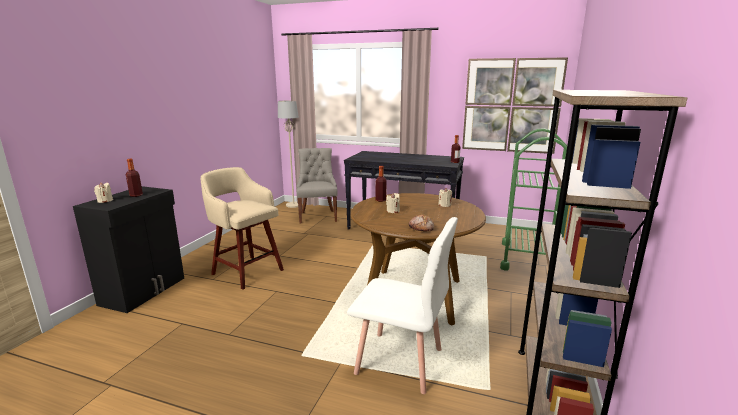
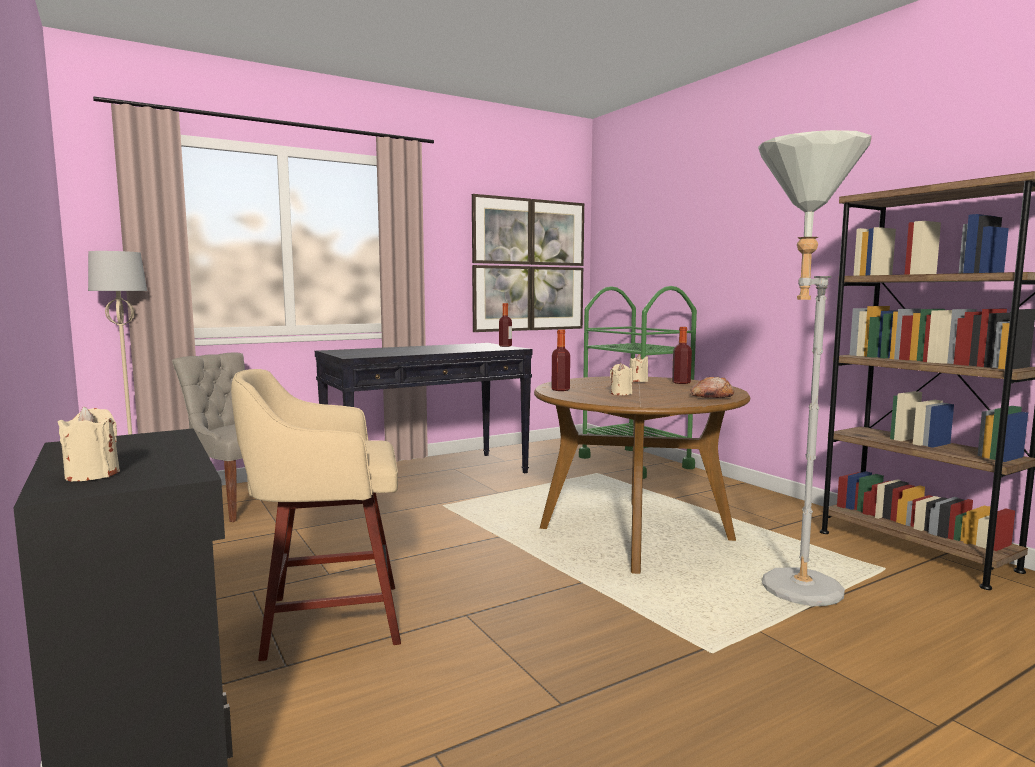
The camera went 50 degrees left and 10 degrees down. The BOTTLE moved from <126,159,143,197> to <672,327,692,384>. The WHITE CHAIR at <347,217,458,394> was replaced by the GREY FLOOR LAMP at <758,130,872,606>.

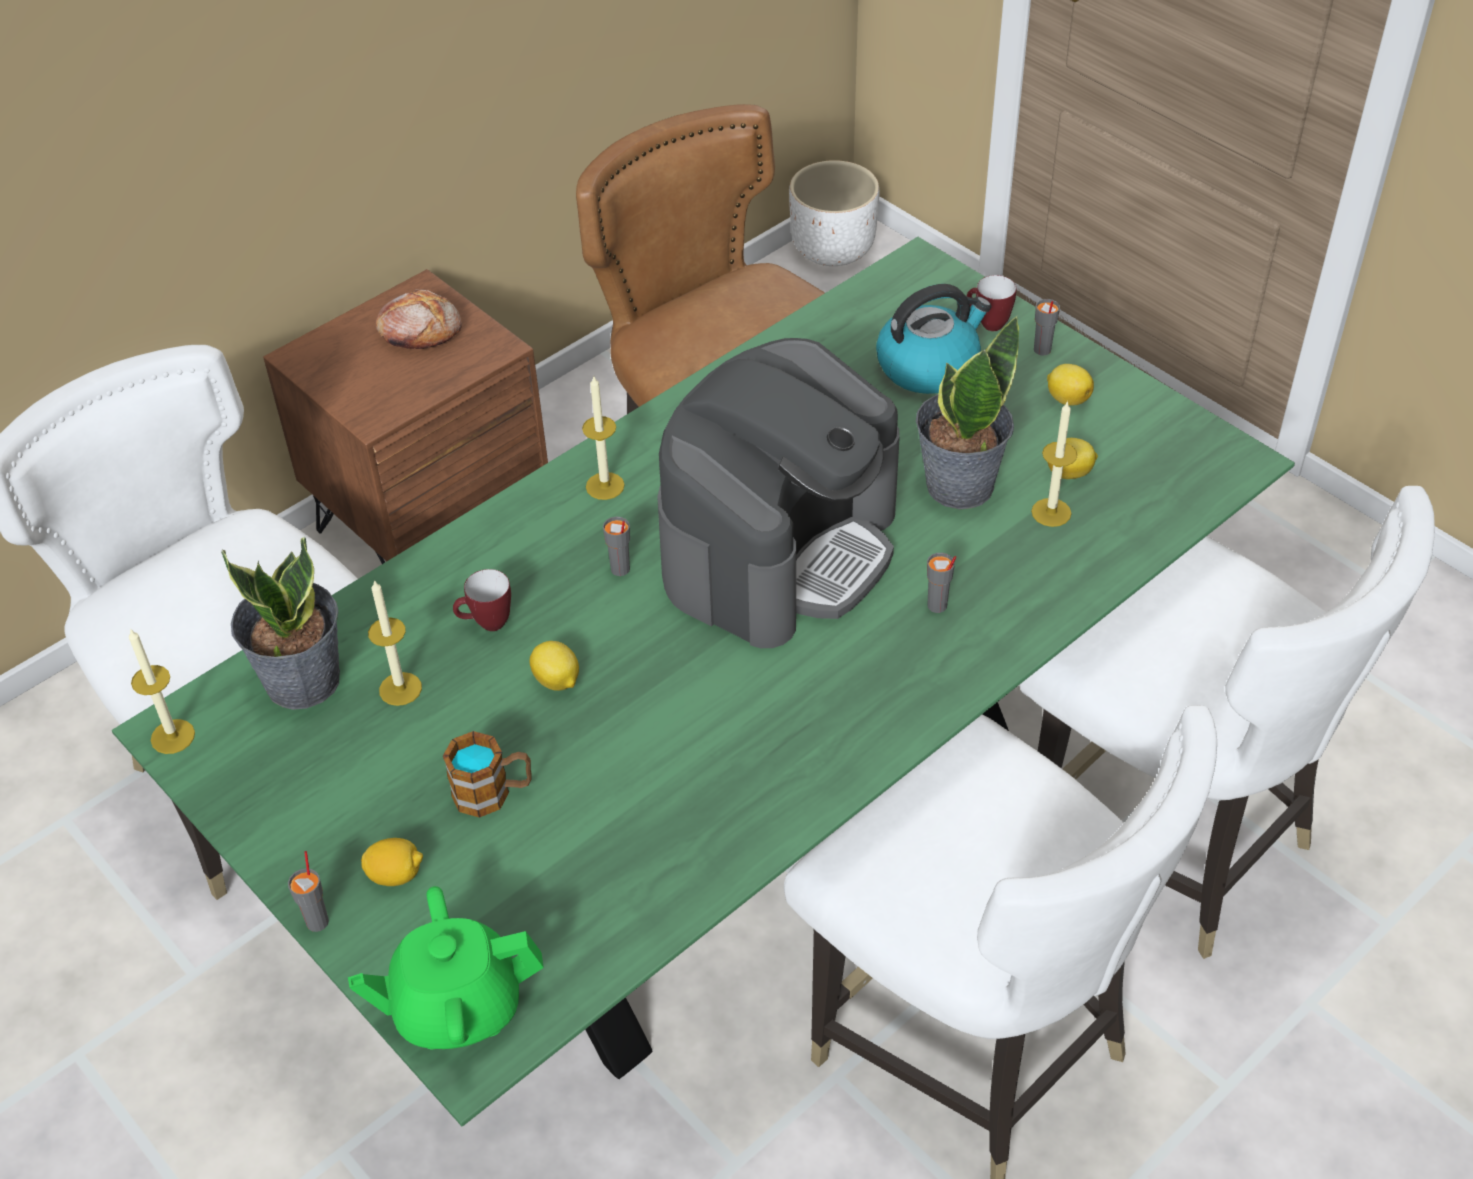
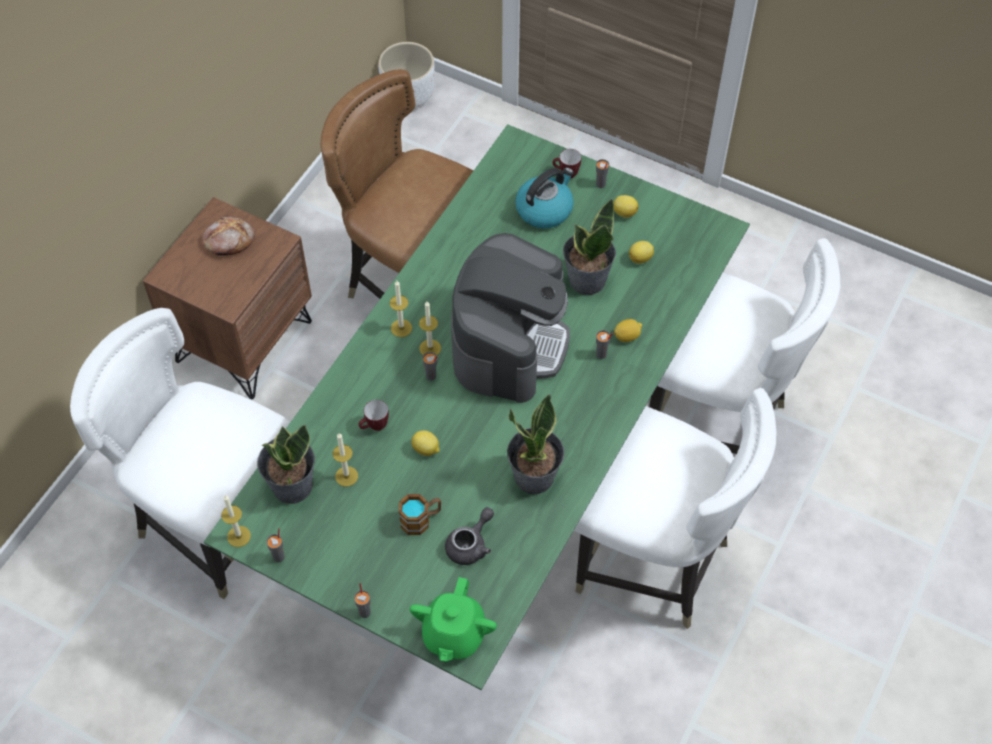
The camera went 20 degrees left and 10 degrees up. The GREEN TEAPOT at <348,886,544,1049> turned 45 degrees counterclockwise. The LEMON moved from <361,838,423,886> to <614,319,642,342>. The CANDLE moved from <1031,401,1077,527> to <419,302,441,355>. The GREY CUP at <266,528,285,562> appeared. The GREY TEAPOT at <445,507,494,565> appeared. The POTTED PLANT at <507,394,564,494> appeared.

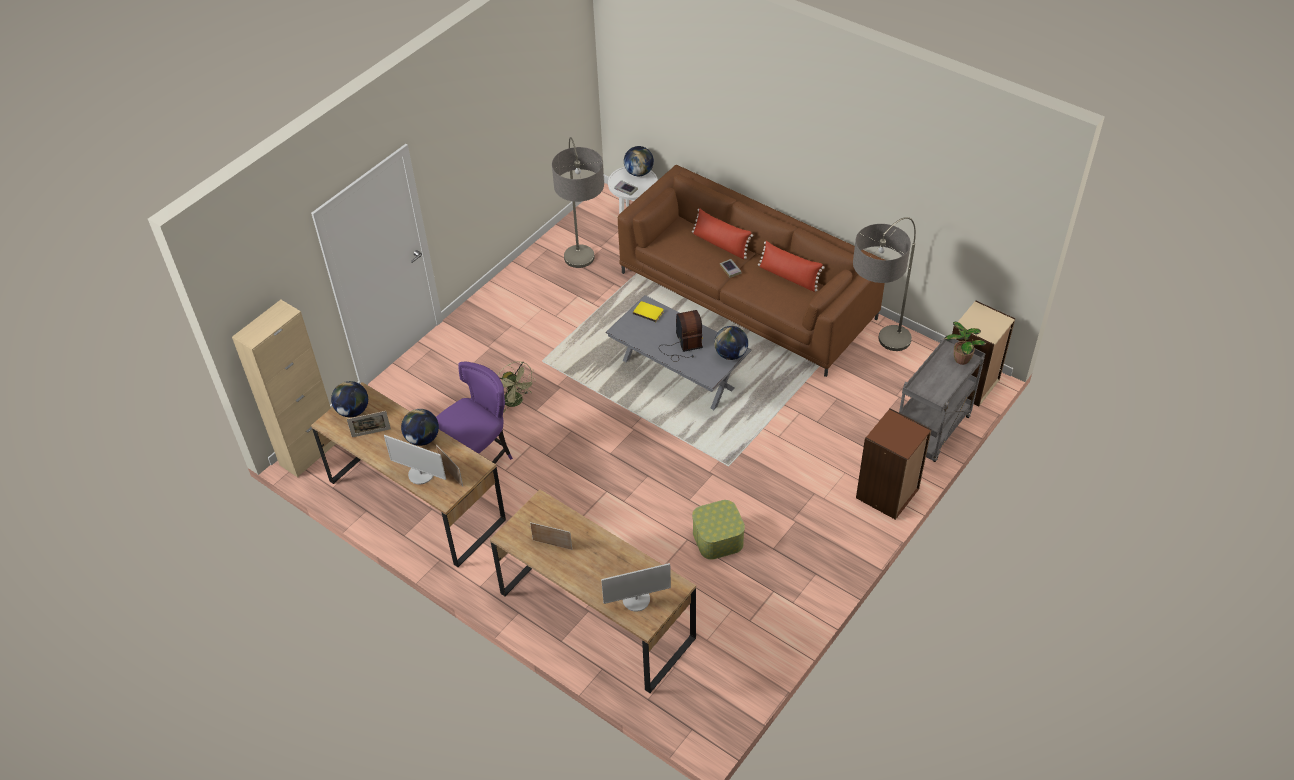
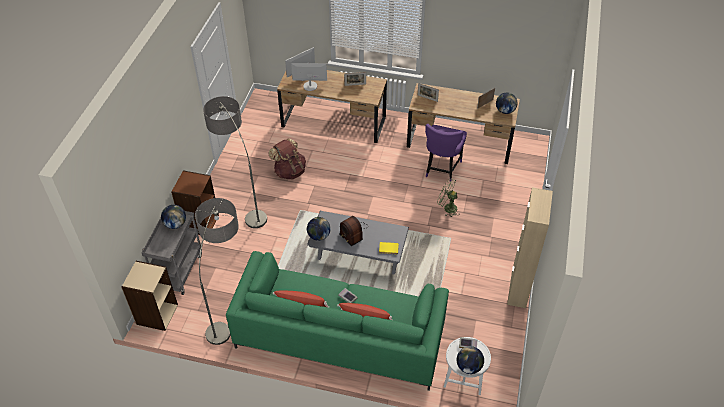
The camera went 155 degrees right and 0 degrees up. The BEIGE CABINET moved from <232,300,336,477> to <507,188,553,308>. The MONITOR moved from <384,435,446,485> to <291,63,327,91>. The GLOBE moved from <401,409,439,446> to <161,205,186,229>. The FLOOR LAMP moved from <552,137,604,268> to <203,96,267,228>. The BROWN SOFA at <618,165,885,377> became the GREEN SOFA at <226,251,449,391>. The STORAGE BOX at <692,500,745,560> was replaced by the BROWN BACKPACK at <269,138,306,180>. The POTTED PLANT at <945,321,987,365> disappeared.

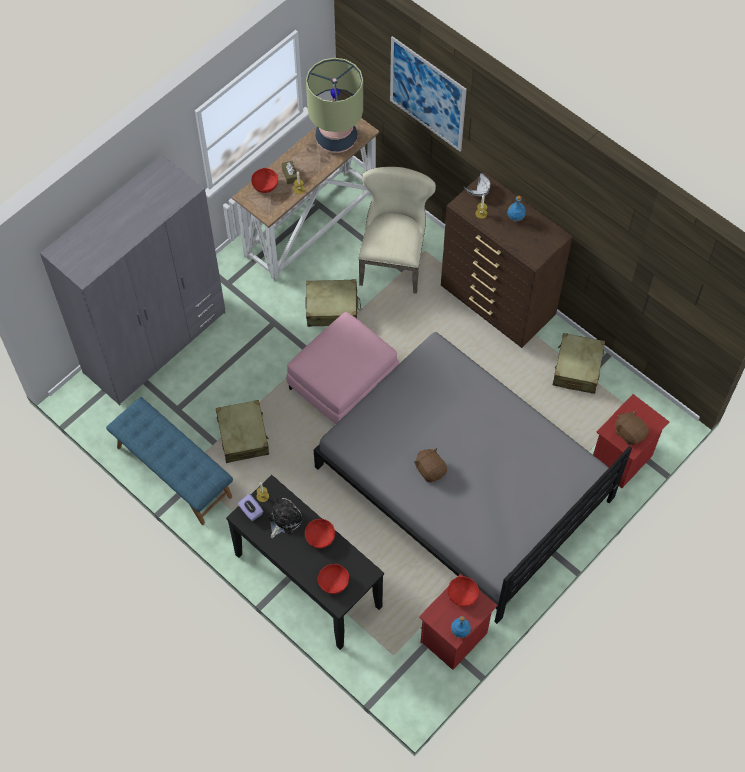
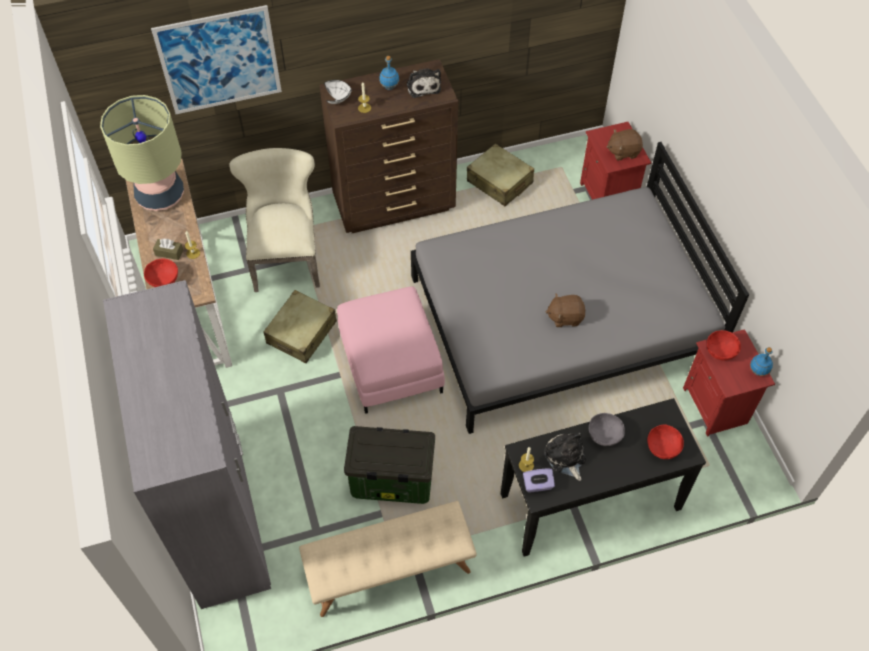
The camera went 60 degrees left and 5 degrees down. The BLUE BENCH at <106,397,233,525> became the BEIGE BENCH at <299,501,477,617>. The BEIGE SUITCASE at <216,400,269,463> was replaced by the STORAGE BOX at <344,426,435,504>. The RED BOWL at <305,519,335,548> became the GREY BOWL at <589,413,625,446>. The BEIGE CHAIR at <359,167,436,294> turned 45 degrees clockwise. The PLUSH TOY at <407,68,441,98> appeared.

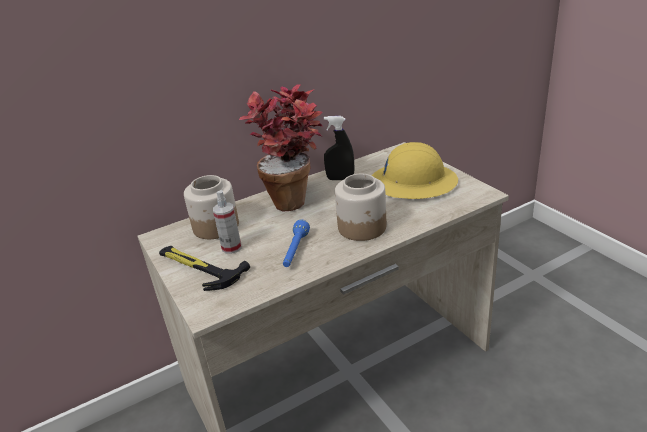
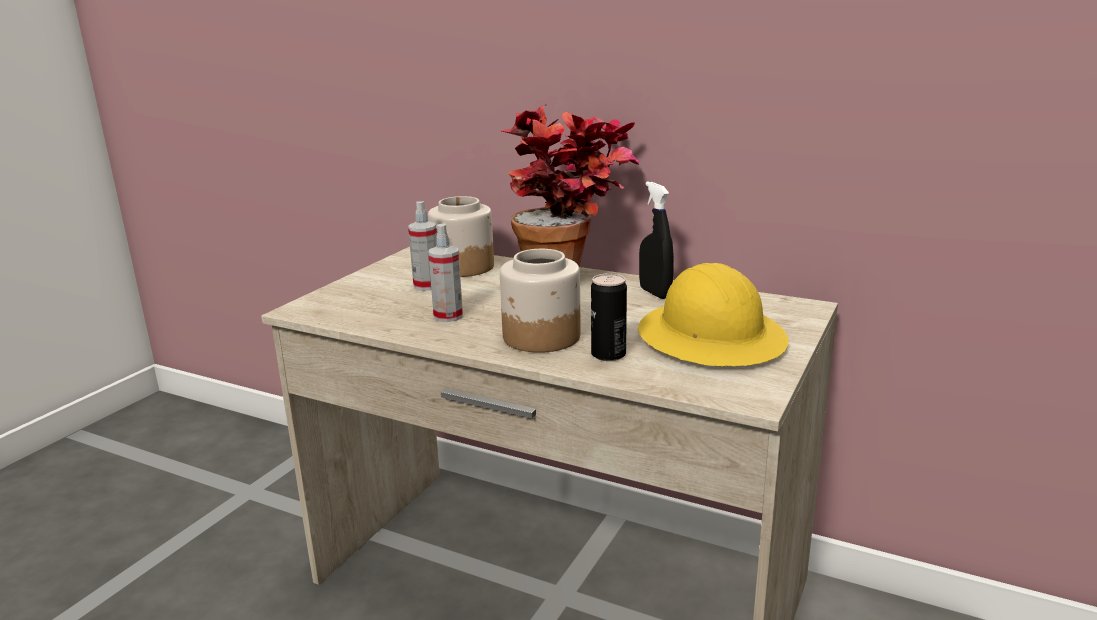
The camera went 55 degrees right and 10 degrees down. The HAMMER at <159,246,250,291> disappeared. The BLUE FLASHLIGHT at <283,220,310,267> was replaced by the SPRAY BOTTLE at <428,223,463,322>. The CAN at <591,273,627,361> appeared.

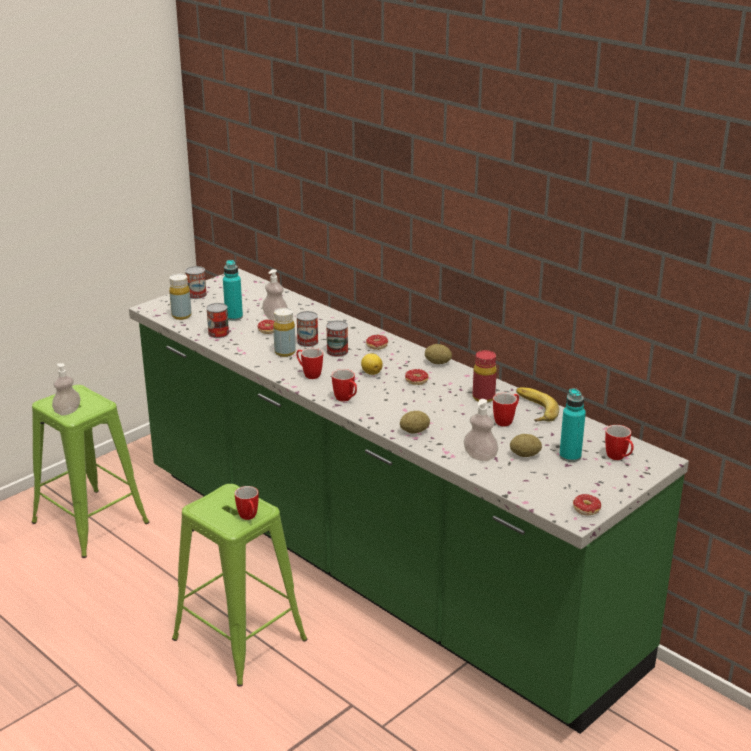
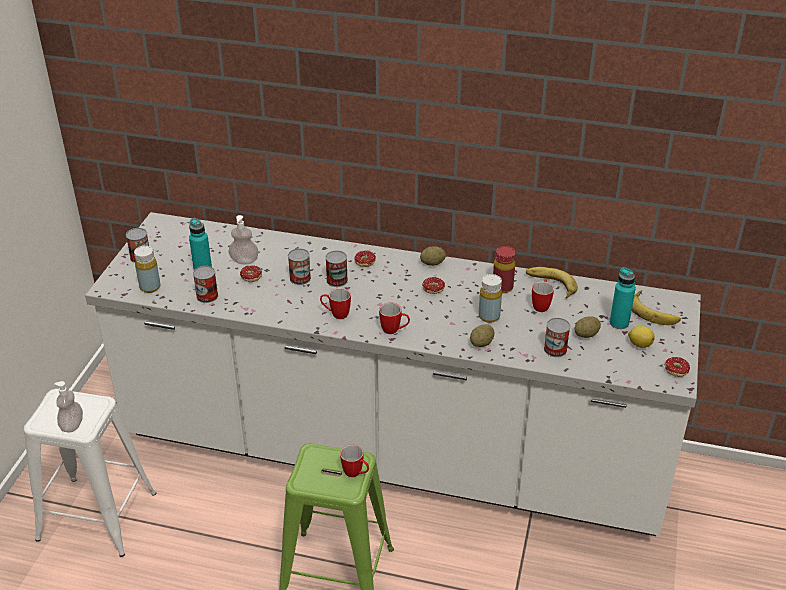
The camera went 30 degrees left and 10 degrees up. The GREEN STOOL at <32,385,149,558> became the WHITE STOOL at <24,389,156,557>. The GREEN COUNTER at <129,268,689,734> became the WHITE COUNTER at <85,212,701,536>. The YELLOW BOTTLE moved from <273,308,296,357> to <478,274,502,323>. The LEMON moved from <361,353,383,375> to <628,326,655,348>. The SOAP DISPENSER at <464,399,498,461> was replaced by the CAN at <544,318,570,357>. The MUG at <605,425,634,460> was replaced by the BANANA at <632,290,681,325>.

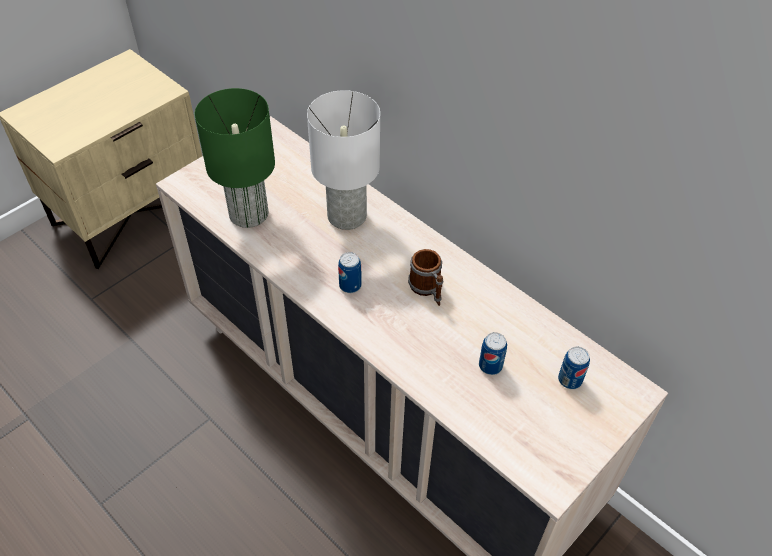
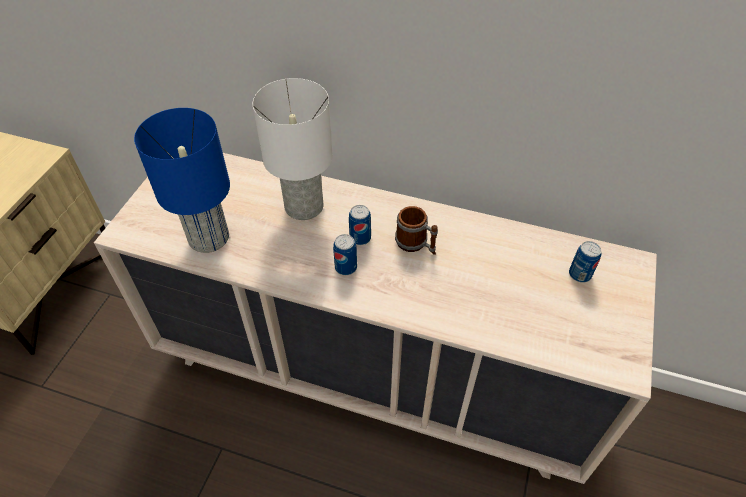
The camera went 25 degrees left and 0 degrees up. The GREEN TABLE LAMP at <195,88,275,228> became the BLUE TABLE LAMP at <134,108,230,253>. The CAN moved from <479,332,507,375> to <349,205,371,245>.

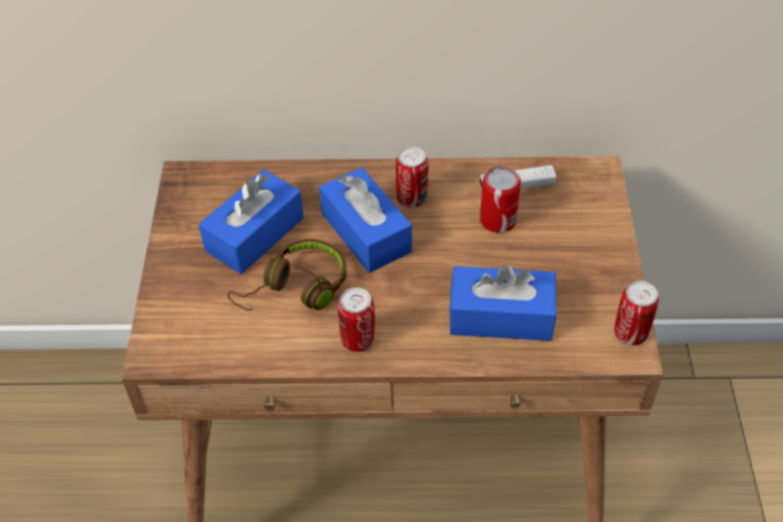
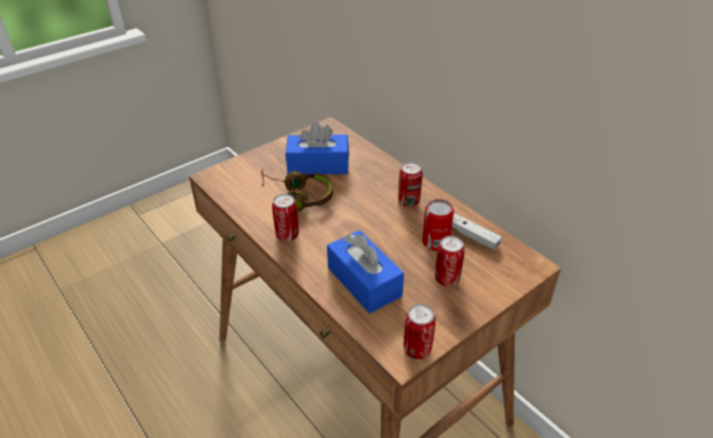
The camera went 50 degrees right and 10 degrees down. The BLUE TISSUE BOX at <319,167,412,273> disappeared. The CAN at <435,236,465,286> appeared.

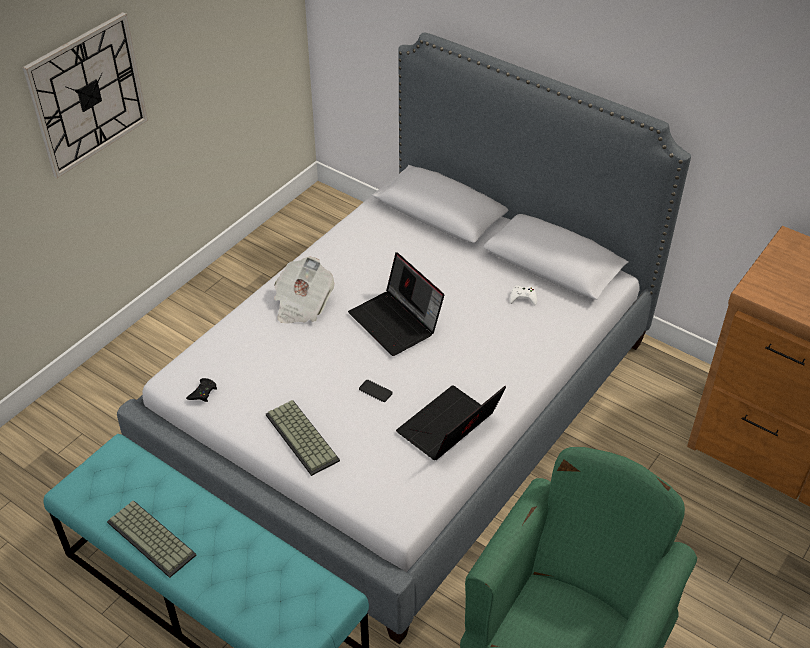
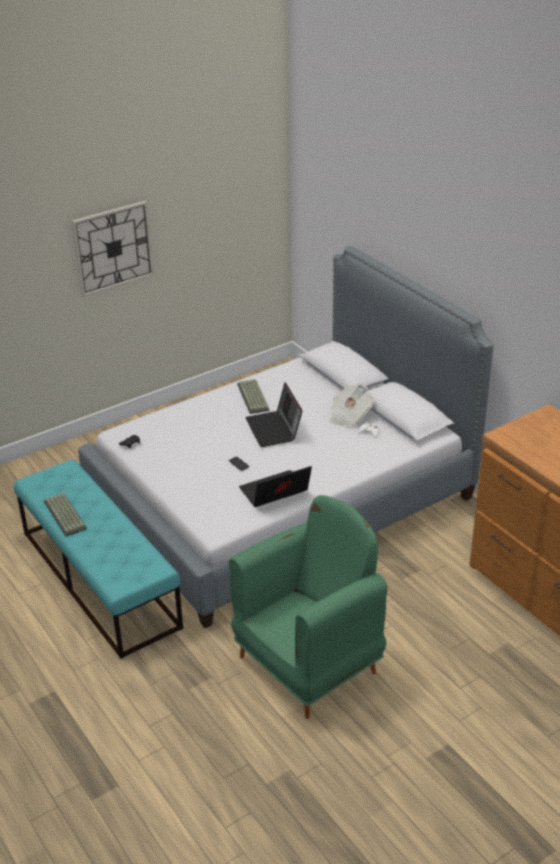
The camera went 20 degrees right and 10 degrees down. The KEYBOARD moved from <266,400,340,476> to <237,379,269,414>. The NEWSPAPER moved from <274,257,334,324> to <330,384,374,427>.

